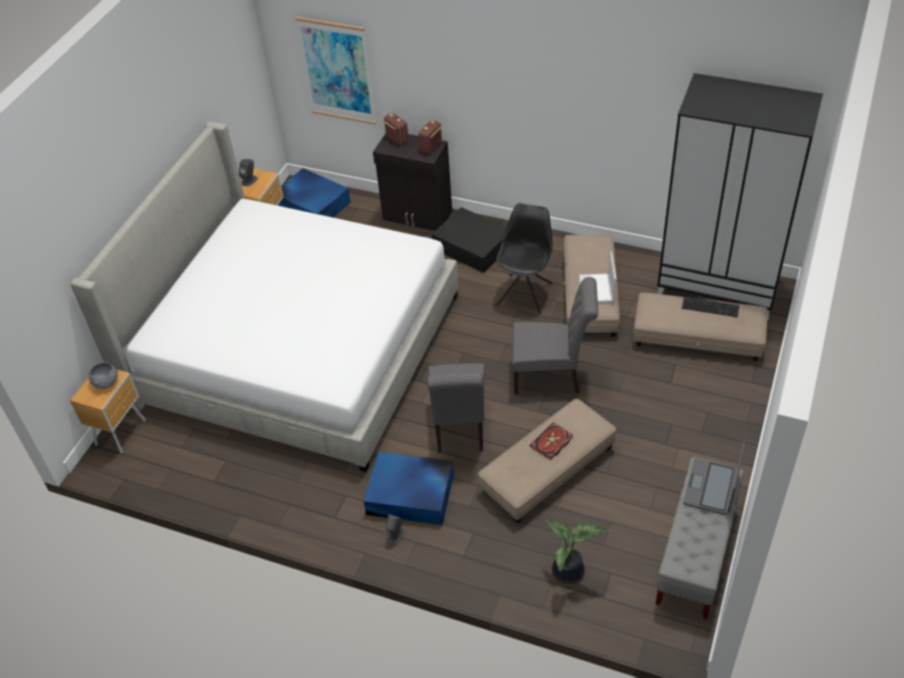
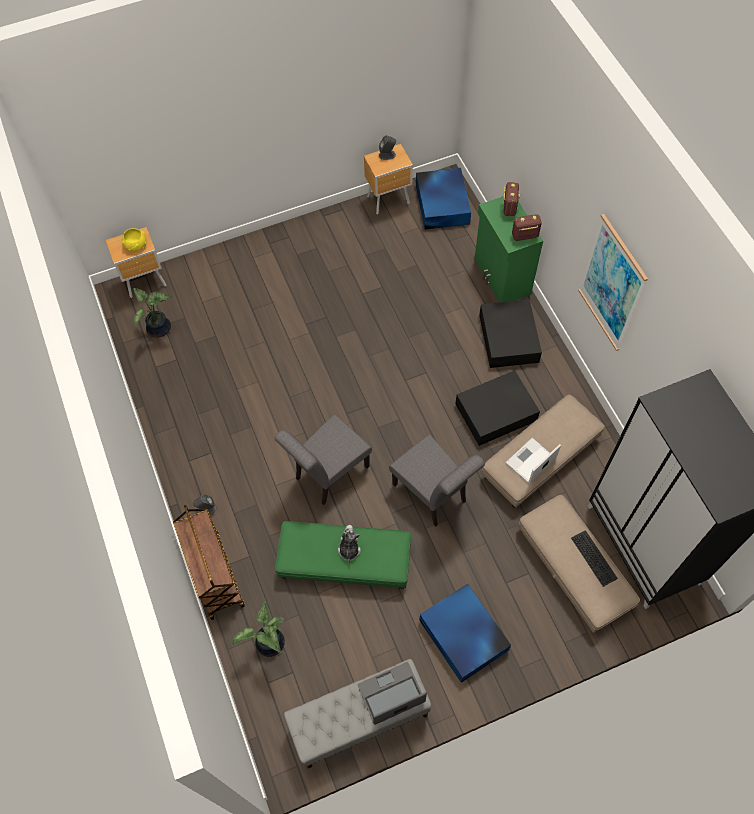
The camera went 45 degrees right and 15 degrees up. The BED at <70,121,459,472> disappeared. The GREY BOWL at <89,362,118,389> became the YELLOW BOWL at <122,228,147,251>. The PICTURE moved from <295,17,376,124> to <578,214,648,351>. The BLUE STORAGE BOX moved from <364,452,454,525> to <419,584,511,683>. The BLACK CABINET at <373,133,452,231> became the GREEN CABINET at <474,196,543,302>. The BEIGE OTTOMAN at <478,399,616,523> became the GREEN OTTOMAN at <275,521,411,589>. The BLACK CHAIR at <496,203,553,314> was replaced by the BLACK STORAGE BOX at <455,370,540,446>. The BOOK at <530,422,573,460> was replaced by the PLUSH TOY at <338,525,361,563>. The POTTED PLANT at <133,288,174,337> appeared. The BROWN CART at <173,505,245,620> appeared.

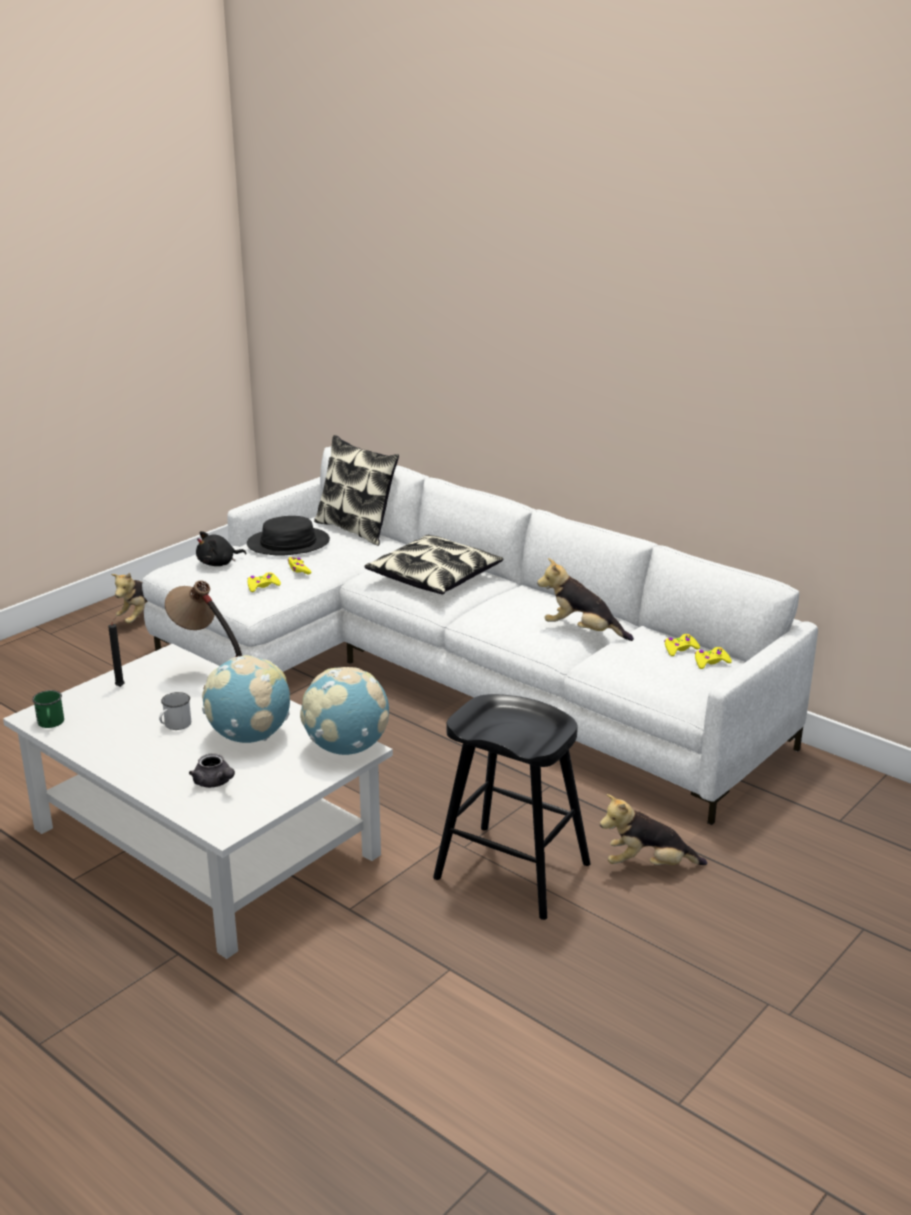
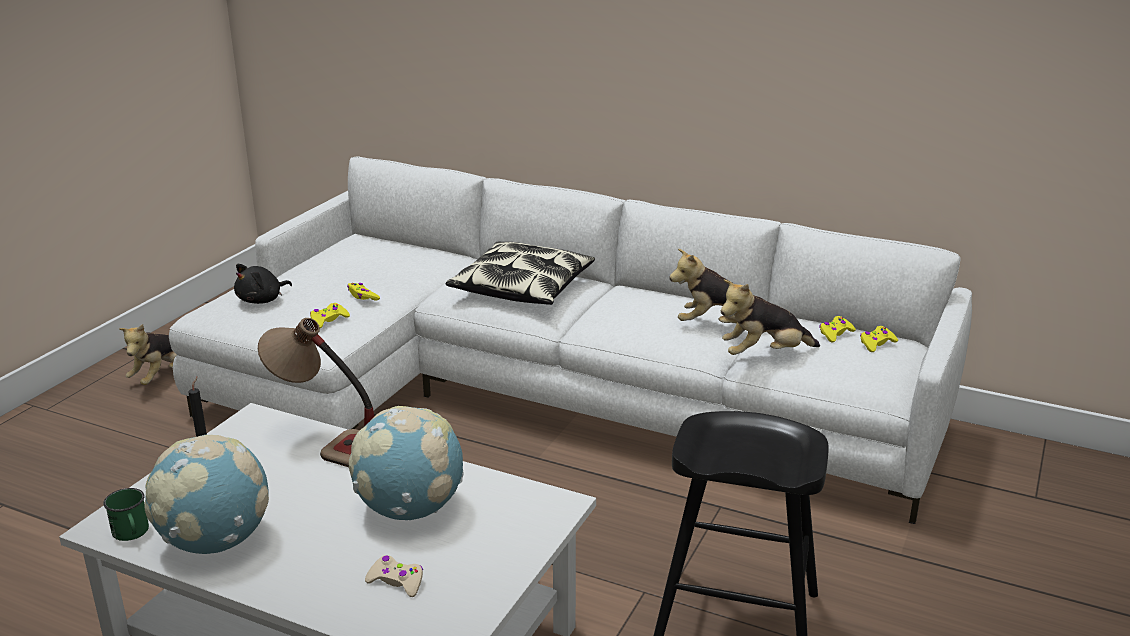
The camera went 15 degrees left and 0 degrees up. The WHITE MUG at <159,692,191,730> disappeared. The GREY TEAPOT at <189,753,235,788> was replaced by the BEIGE GAME CONTROLLER at <365,555,423,597>. The BLACK HAT at <247,516,330,556> disappeared. The GLOBE moved from <300,667,389,755> to <144,435,269,554>. The PILLOW at <314,435,399,546> disappeared. The PLUSH TOY moved from <600,794,707,865> to <721,280,820,355>.

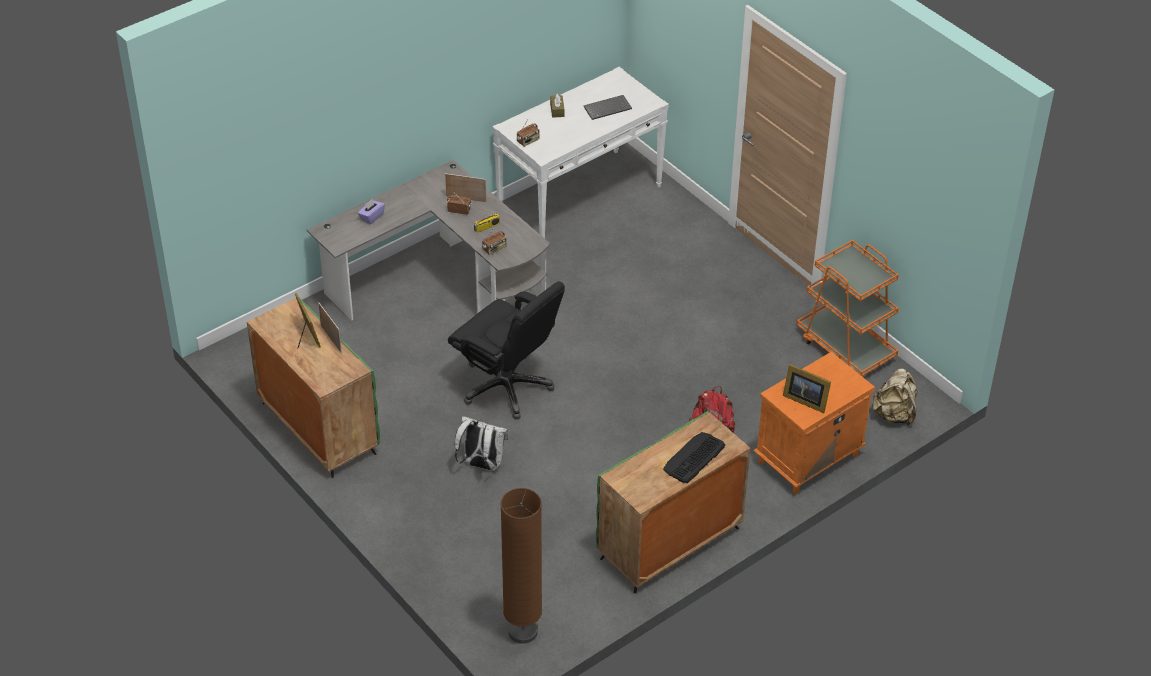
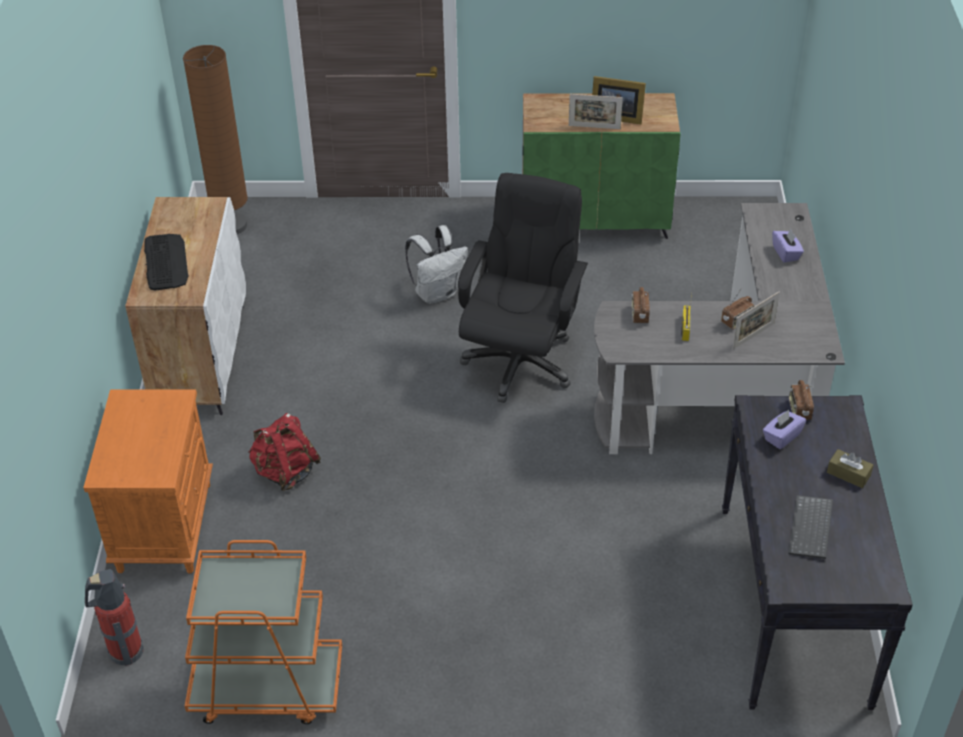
The camera went 130 degrees right and 0 degrees up. The BLACK OFFICE CHAIR at <448,282,565,419> turned 120 degrees clockwise. The WHITE CONSOLE TABLE at <492,67,669,238> became the BLACK CONSOLE TABLE at <722,395,913,710>. The GREEN CABINET at <596,411,750,593> became the WHITE CABINET at <125,197,246,415>. The PICTURE FRAME at <783,364,831,413> disappeared. The BEIGE BACKPACK at <872,368,917,426> was replaced by the FIRE EXTINGUISHER at <85,569,144,666>. The PURPLE TISSUE BOX at <763,410,806,449> appeared.

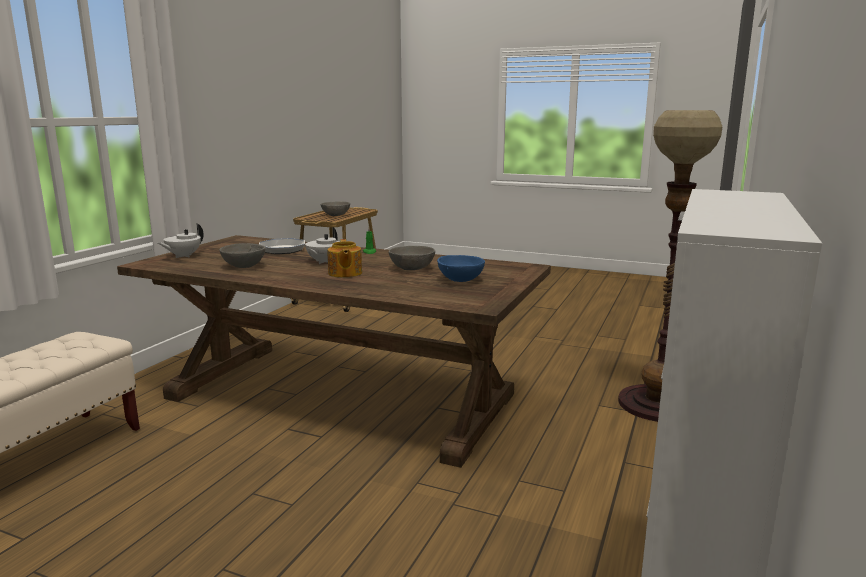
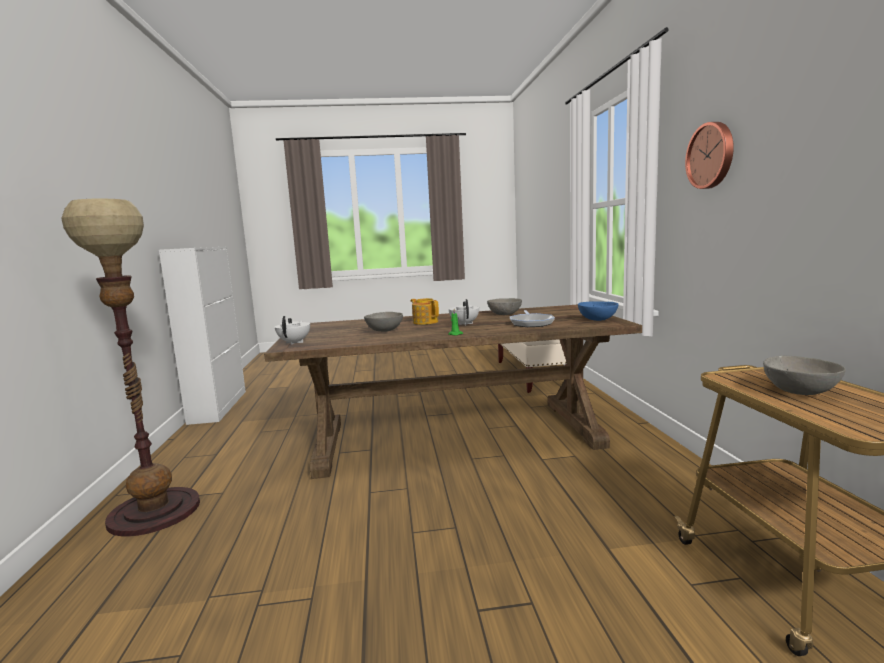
The camera went 150 degrees right and 5 degrees down. The WHITE TEAPOT moved from <158,223,204,258> to <275,316,310,345>. The BLUE BOWL moved from <437,255,485,282> to <578,301,619,321>. The WALL CLOCK at <685,122,734,189> appeared.

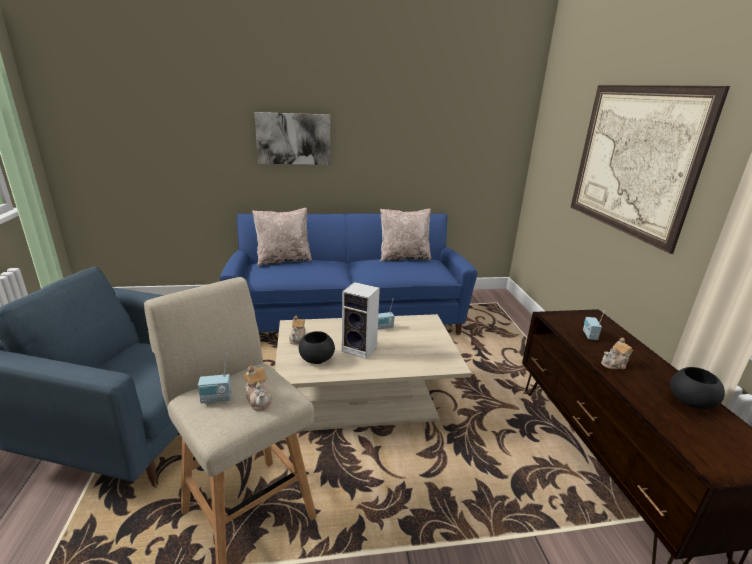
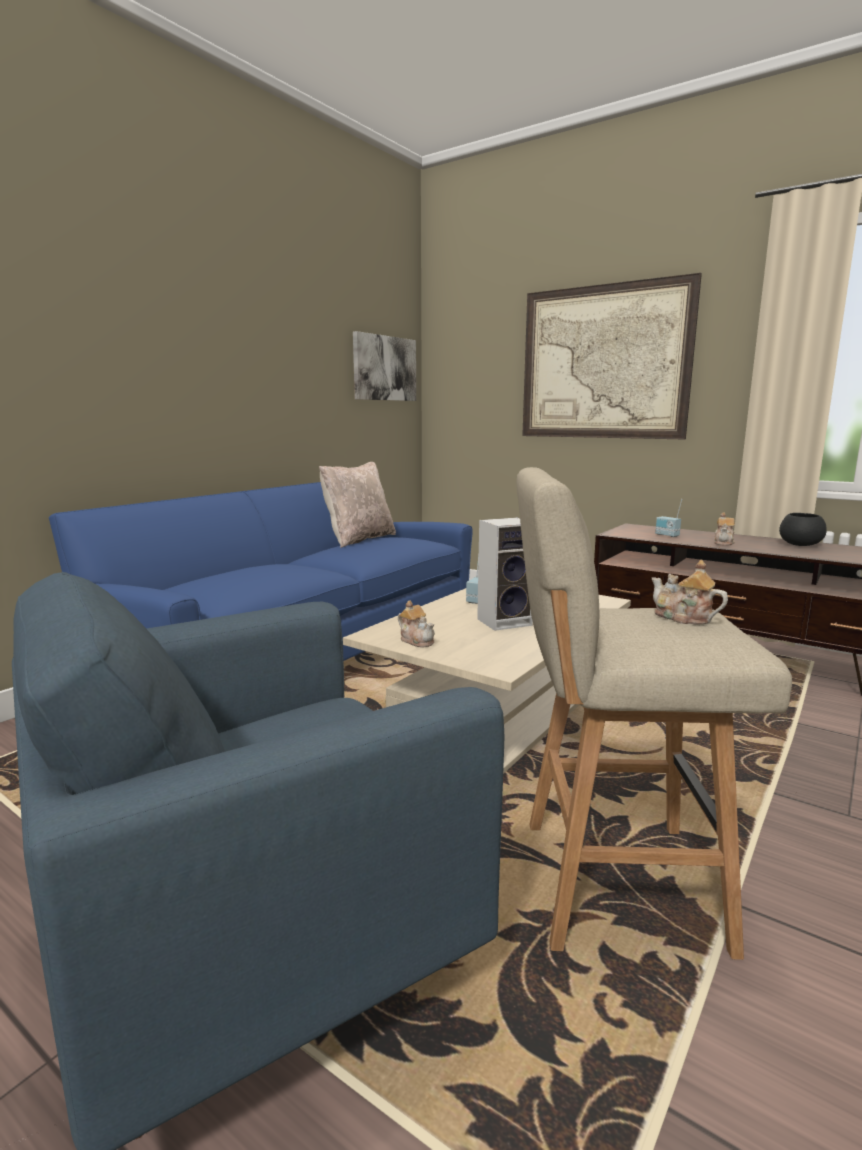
The camera went 45 degrees left and 10 degrees down. The RADIO at <198,353,232,403> disappeared. The TEAPOT at <244,365,272,411> turned 150 degrees counterclockwise. The BEIGE PILLOW at <252,208,312,266> disappeared. The PICTURE moved from <254,112,330,165> to <353,331,416,401>. The BLACK BOWL at <299,331,335,364> disappeared.

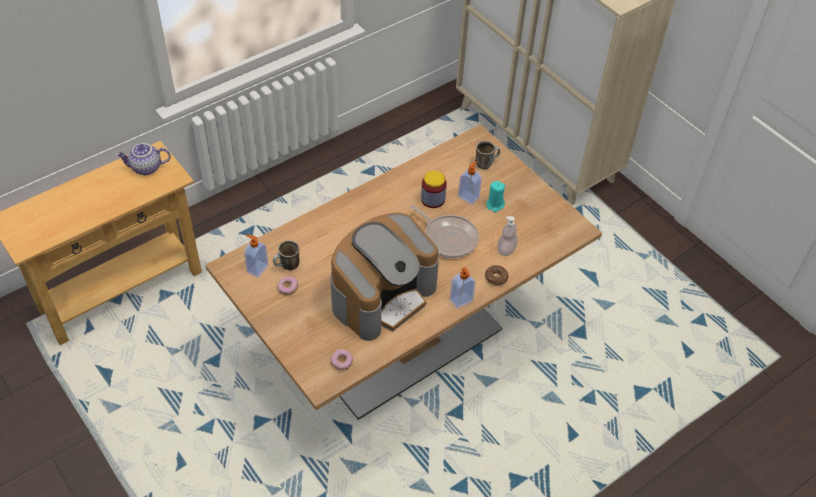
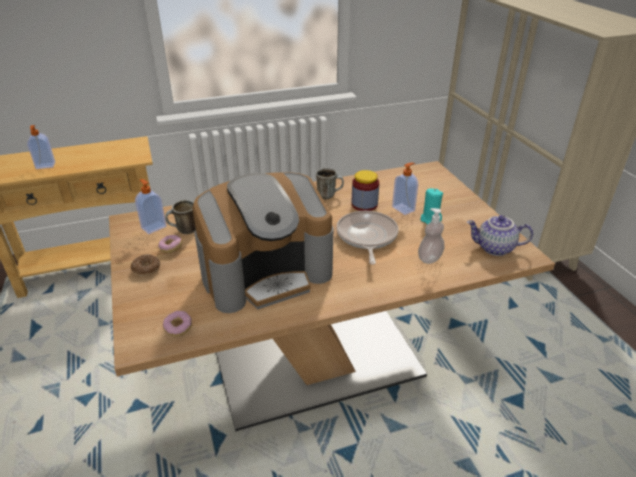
The camera went 20 degrees right and 15 degrees down. The TEAPOT moved from <116,143,171,175> to <467,215,533,256>. The FRYING PAN at <410,205,479,258> turned 150 degrees counterclockwise. The SOAP DISPENSER moved from <450,267,475,309> to <27,125,55,169>. The MUG moved from <475,141,500,169> to <316,168,344,199>. The DONUT moved from <485,265,509,286> to <131,254,160,276>.

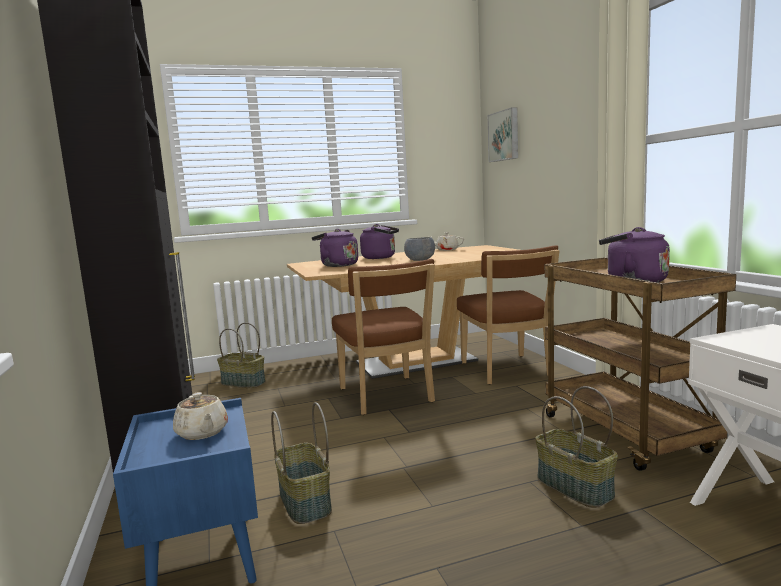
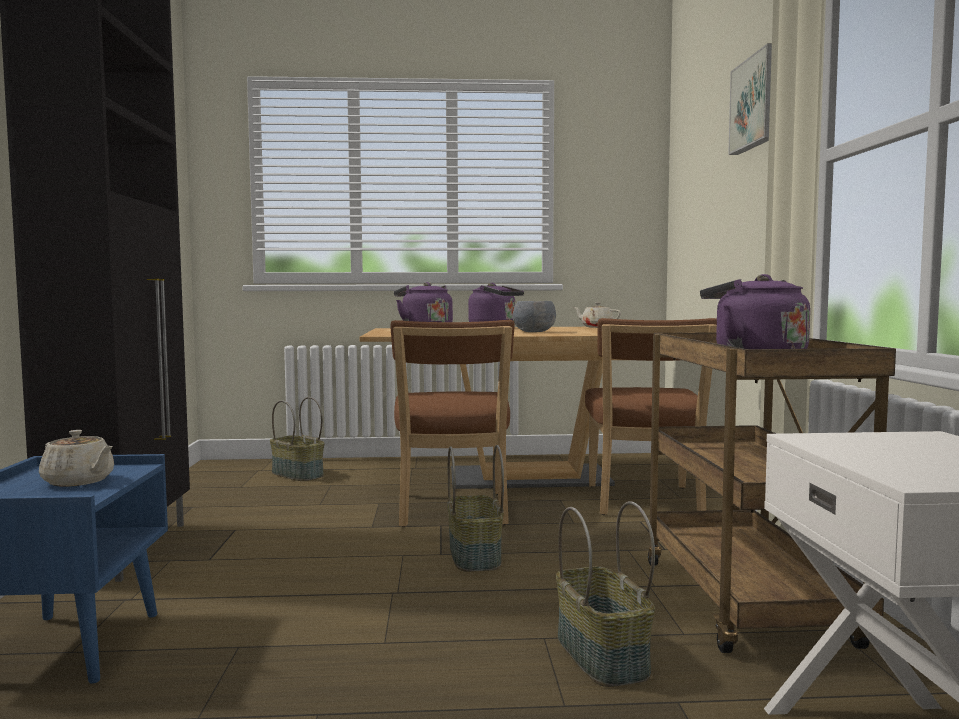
The camera went 15 degrees right and 5 degrees down. The BEIGE TEAPOT at <173,392,228,440> turned 45 degrees counterclockwise. The BASKET moved from <271,402,332,524> to <447,445,504,572>. The PICTURE moved from <488,107,518,162> to <728,43,772,155>.

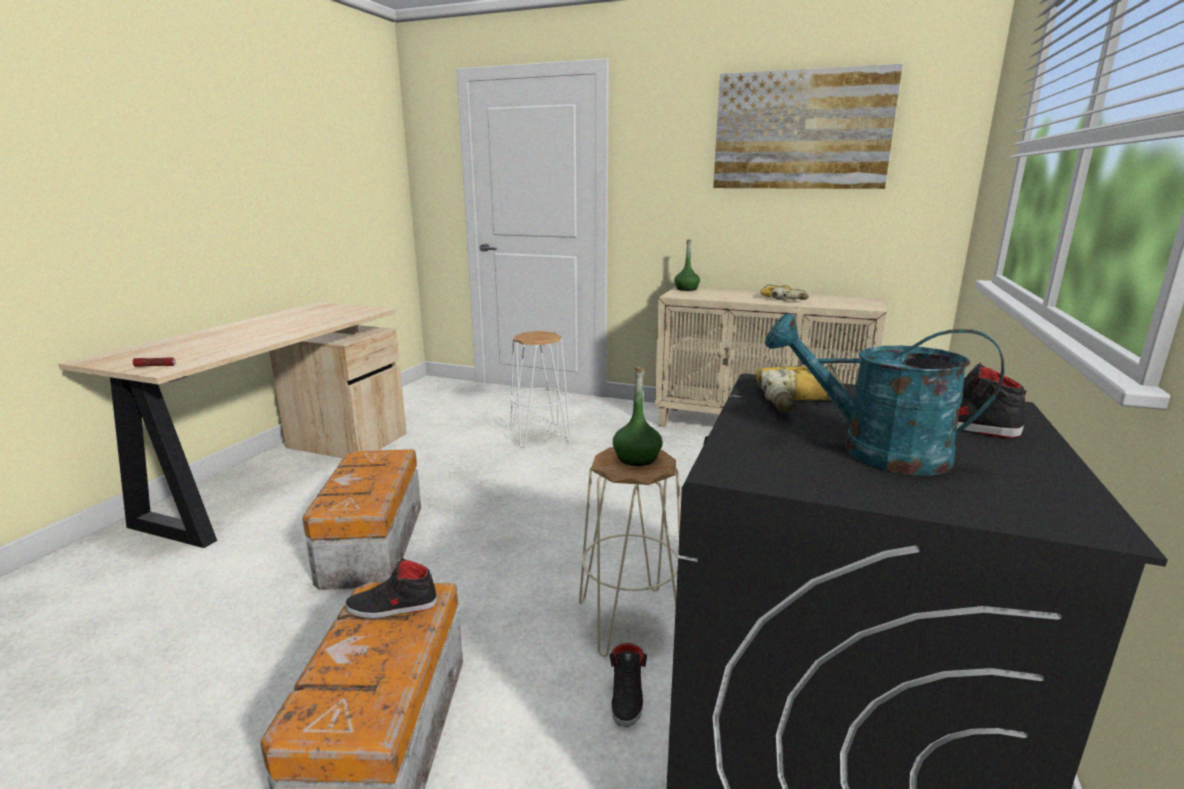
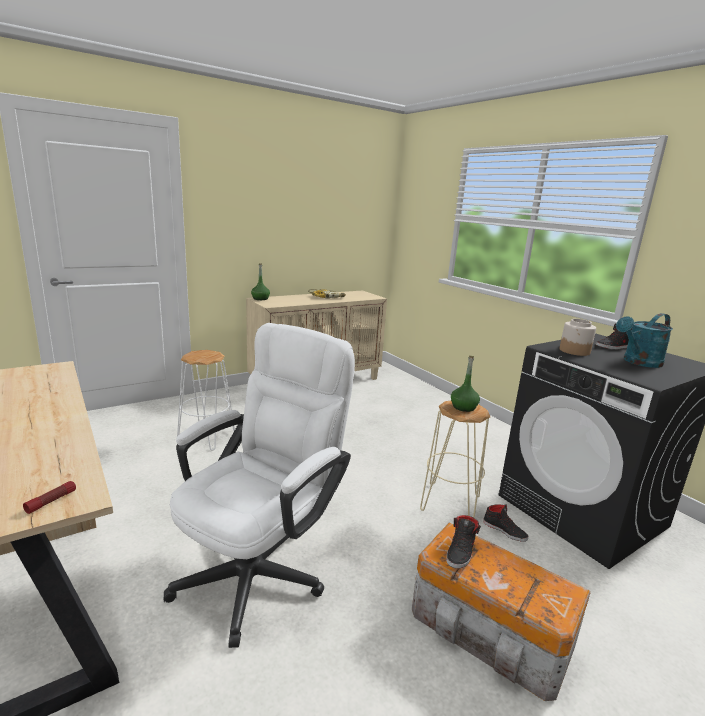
The camera went 55 degrees left and 0 degrees up. The STORAGE BOX at <302,449,421,590> was replaced by the WHITE OFFICE CHAIR at <164,323,355,648>. The PICTURE at <713,64,903,189> disappeared. The POWER DRILL at <756,363,847,413> was replaced by the JAR at <560,319,596,356>.

